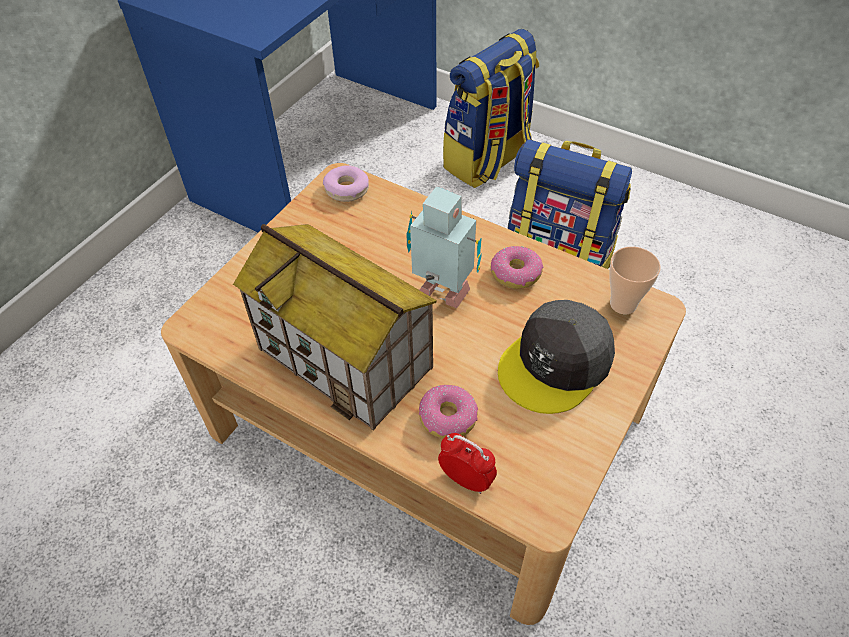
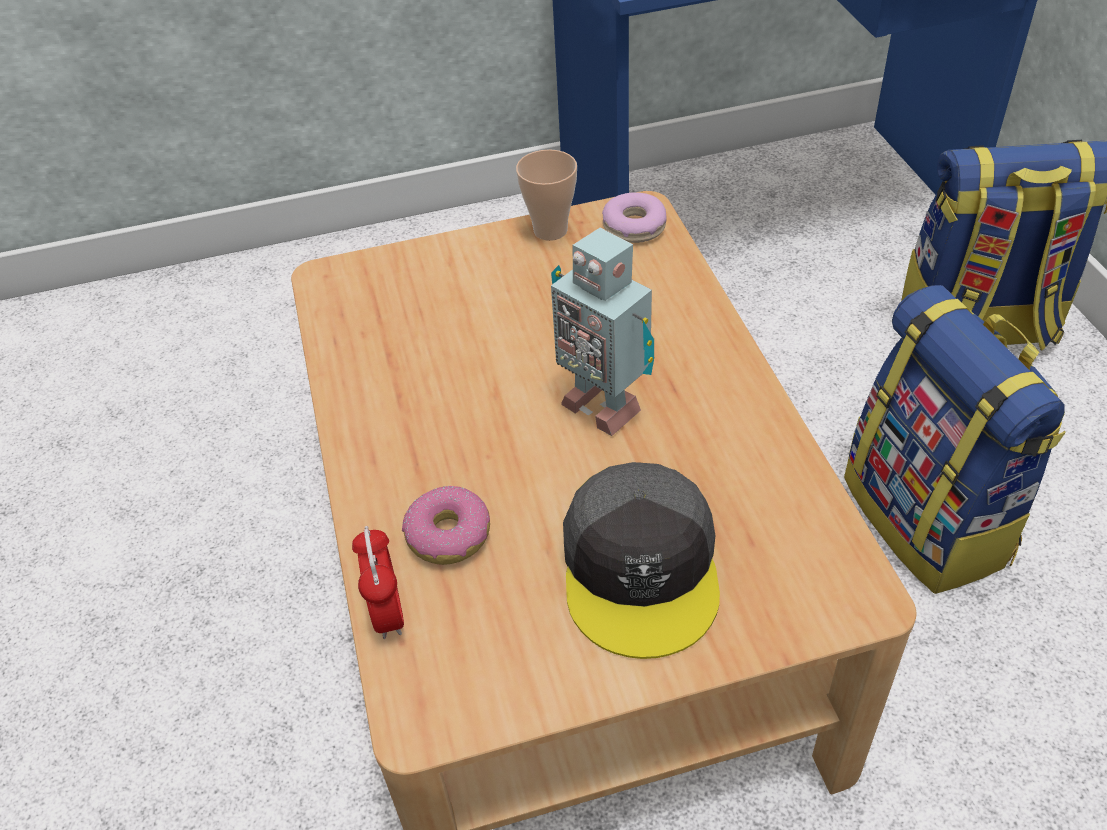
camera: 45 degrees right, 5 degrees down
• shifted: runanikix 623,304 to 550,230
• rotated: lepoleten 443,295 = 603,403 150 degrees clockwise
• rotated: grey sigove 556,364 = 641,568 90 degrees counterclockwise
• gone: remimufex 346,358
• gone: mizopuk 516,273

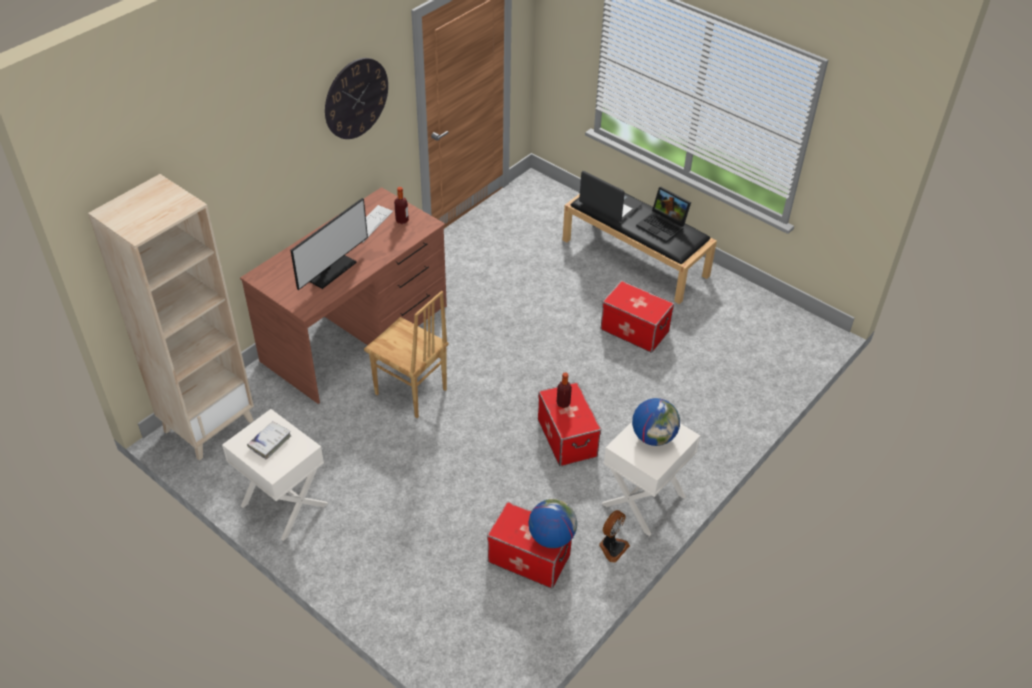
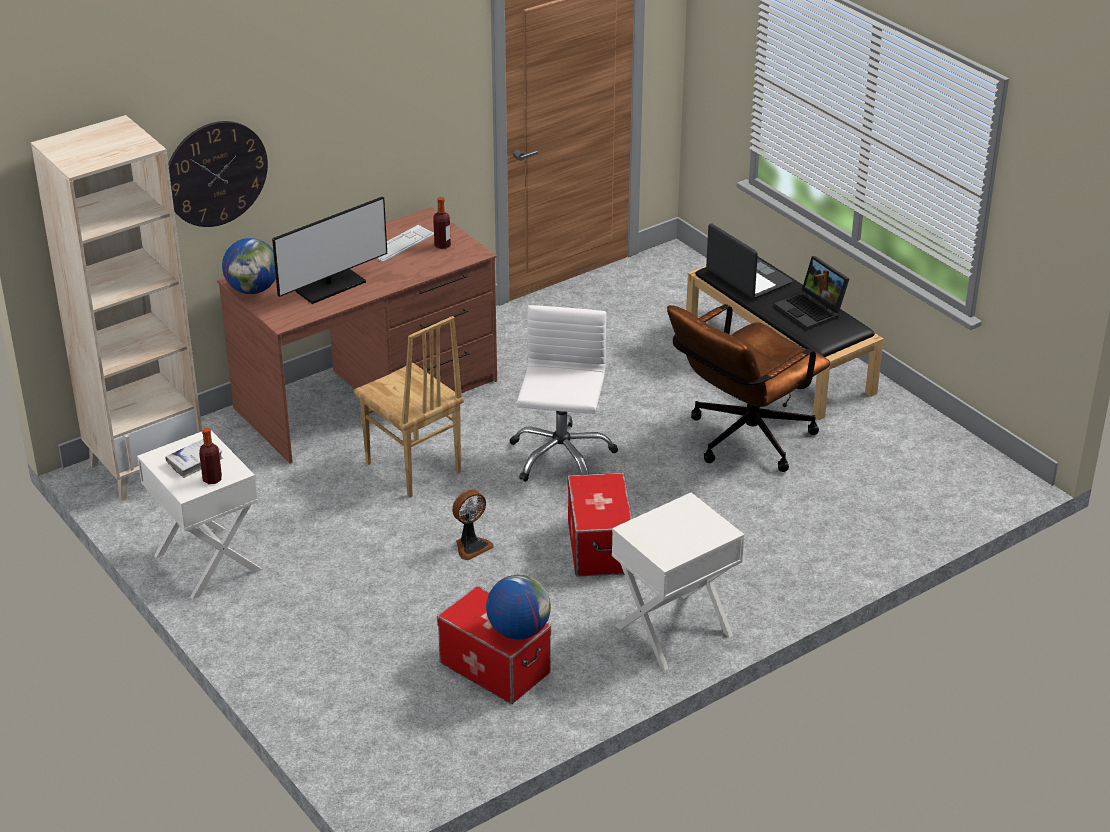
camera: 15 degrees right, 10 degrees down
• shifted: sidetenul 356,98 to 216,173
• shifted: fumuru 563,403 to 212,479
• shifted: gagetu 653,437 to 253,290
• shifted: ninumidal 612,547 to 471,546
• new: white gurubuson 560,456
• swapped: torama 634,330 to brown gurubuson 742,441

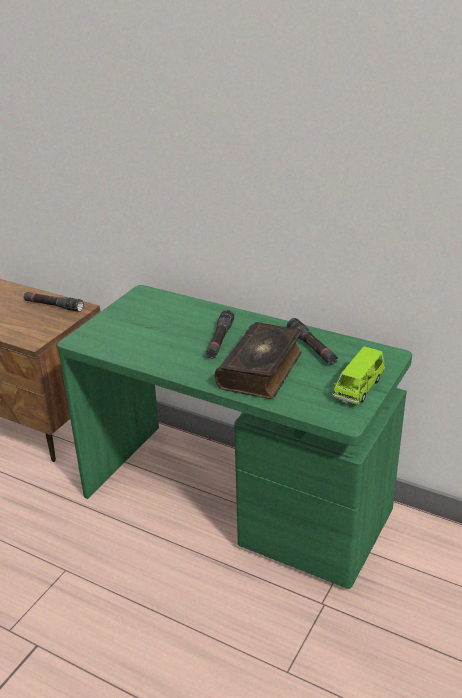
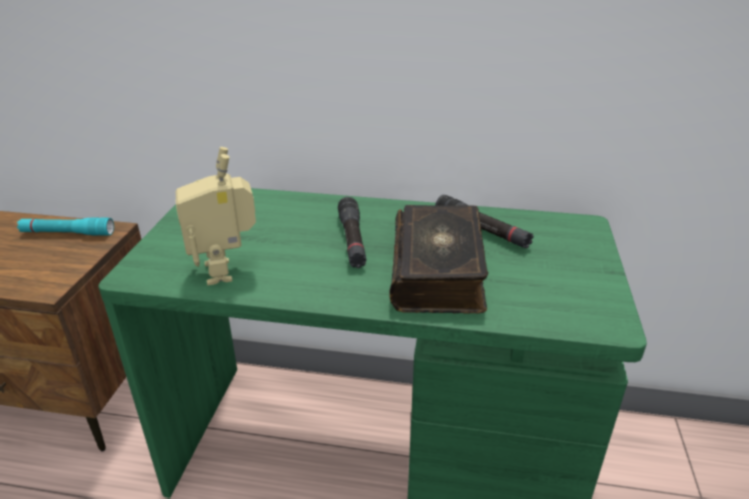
camera: 20 degrees left, 0 degrees up
• repainted: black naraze 53,306 to turquoise naraze 67,233
• new: lepoleten 226,270
• gone: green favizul 358,388

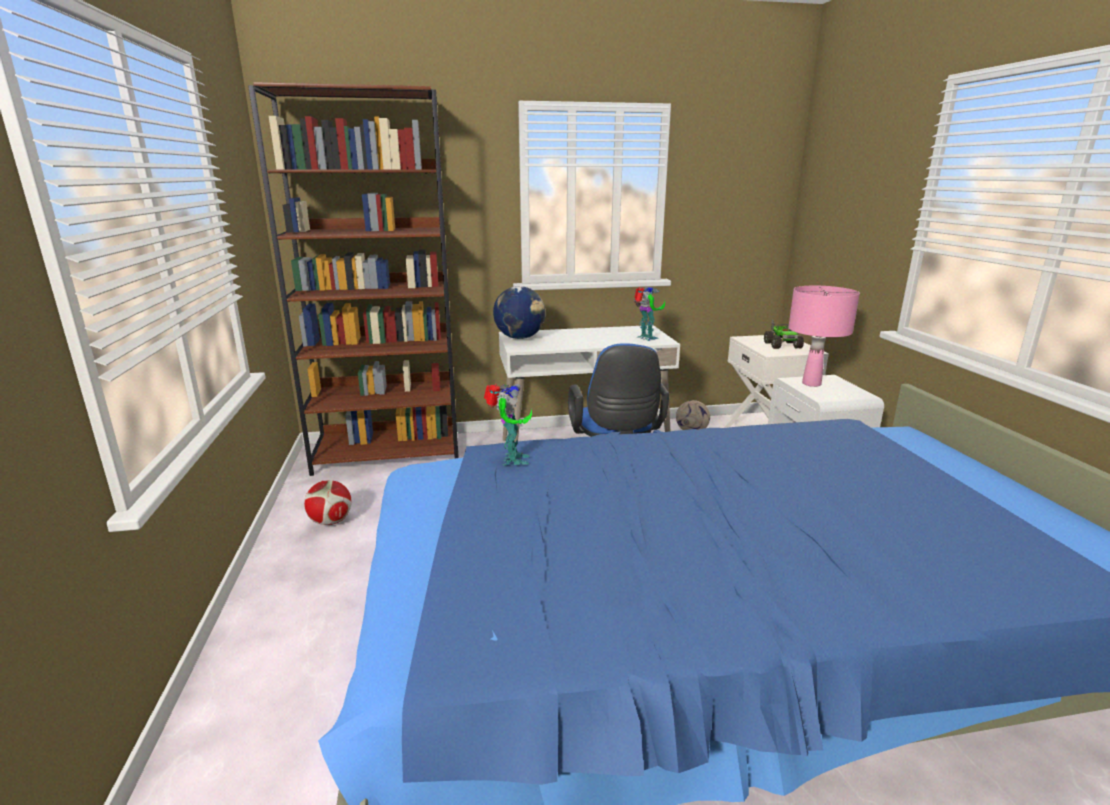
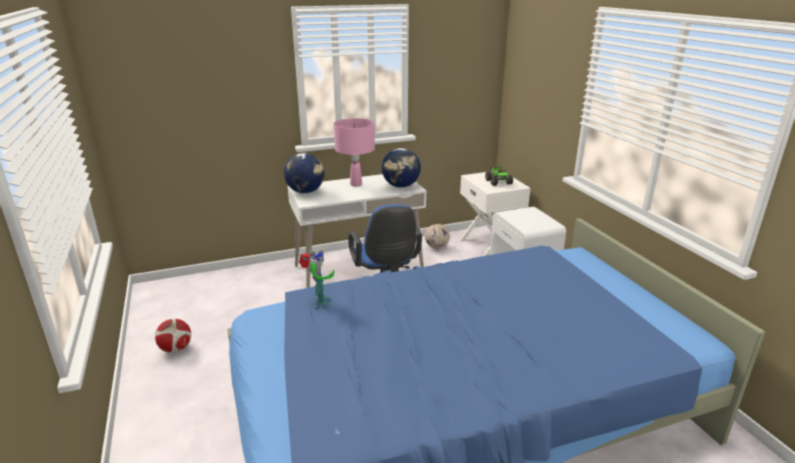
camera: 10 degrees left, 5 degrees up
• shifted: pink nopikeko 811,384 to 356,184
• swapped: lepoleten 646,338 to gagetu 401,186
• gone: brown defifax 389,454

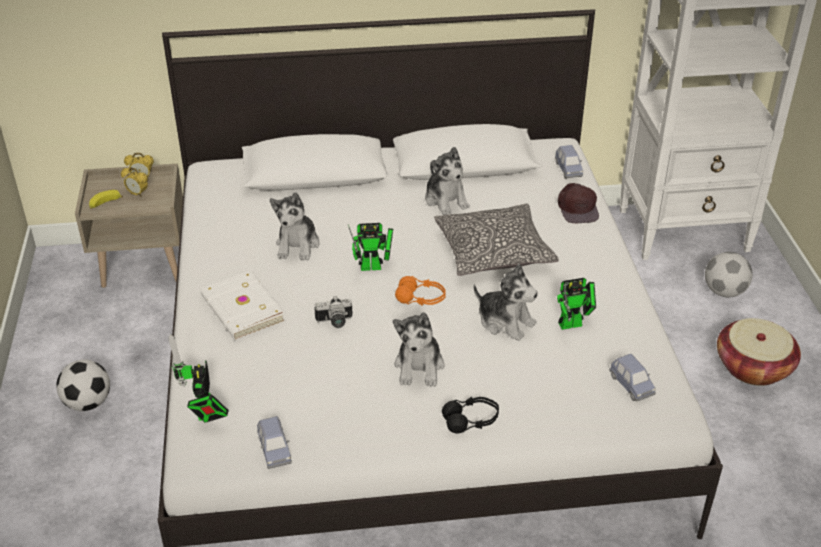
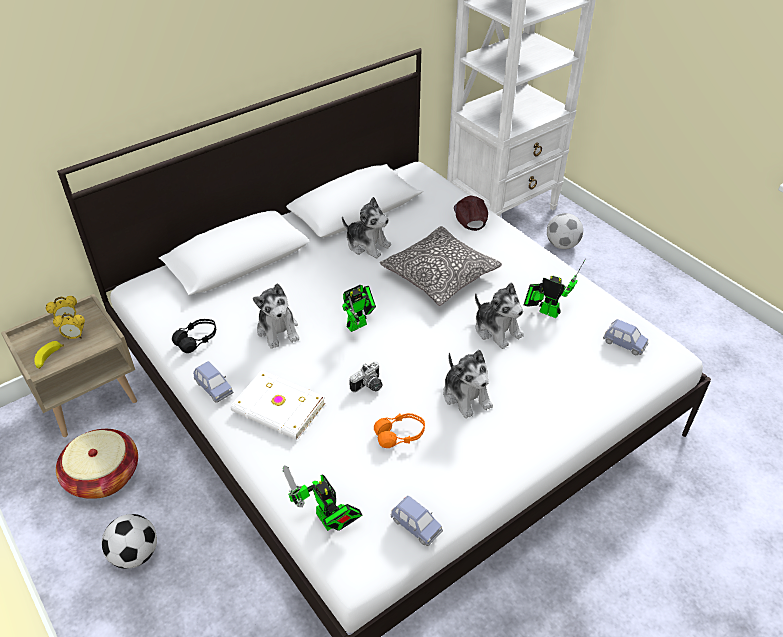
camera: 30 degrees left, 5 degrees up
• shifted: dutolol 753,367 to 103,476
• shifted: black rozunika 471,421 to 197,340
• shifted: blue favizul 568,170 to 214,388
• shifted: orange rozunika 421,299 to 400,435
• rotated: brown sigove 577,208 = 470,216 150 degrees counterclockwise
• rotated: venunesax 505,322 = 497,330 45 degrees clockwise
• rotated: lepoleten 574,324 = 546,311 105 degrees counterclockwise

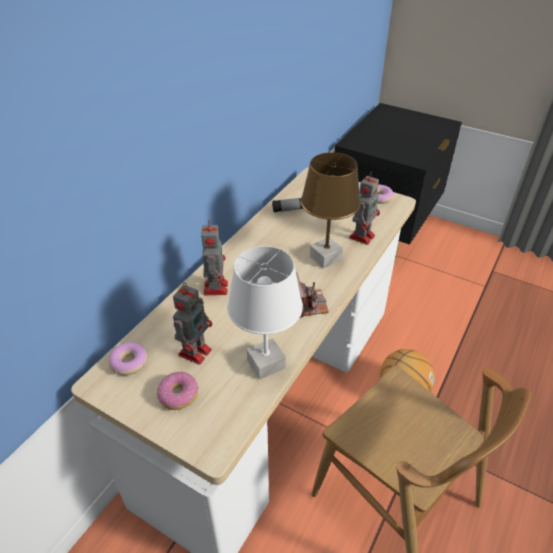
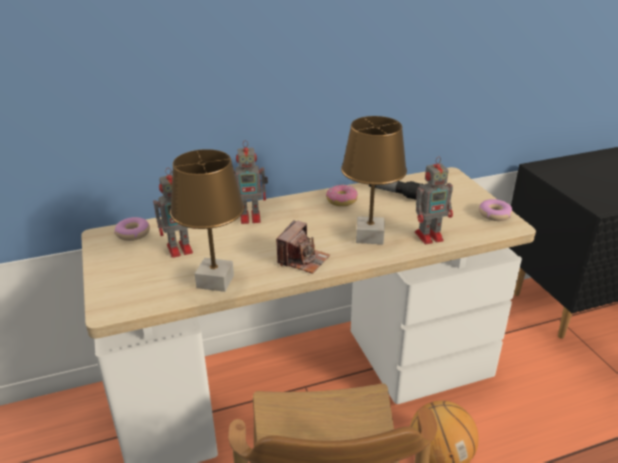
camera: 40 degrees right, 10 degrees down
• repainted: white nopikeko 266,364 to brown nopikeko 214,282
• rotated: lepoleten 215,287 = 251,217 45 degrees clockwise
• shifted: mizopuk 178,395 to 341,200

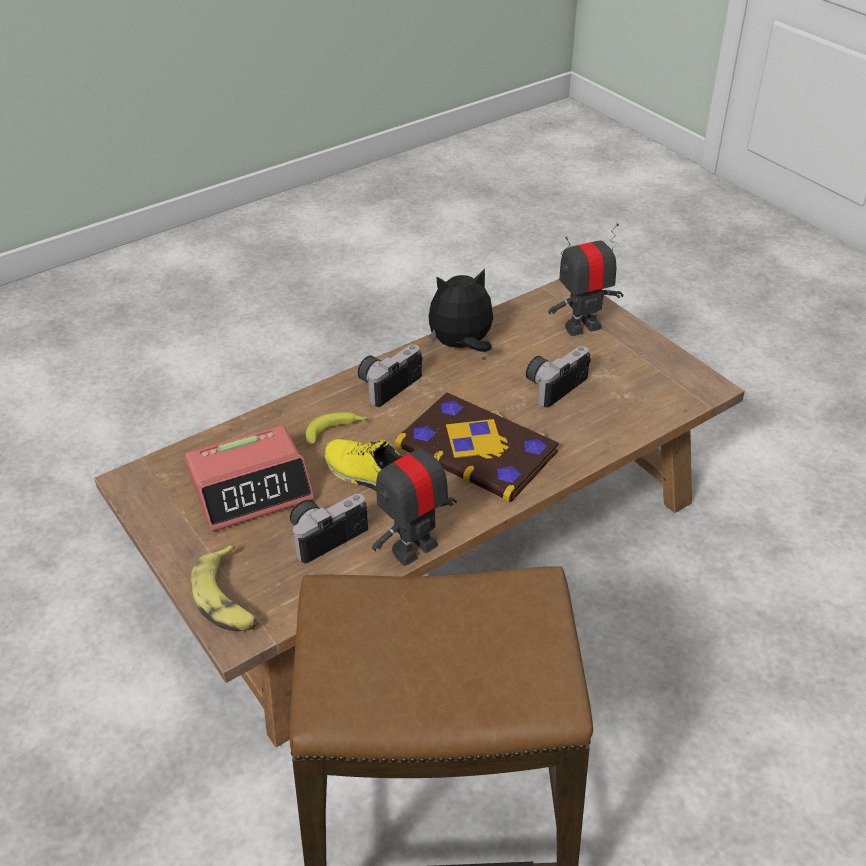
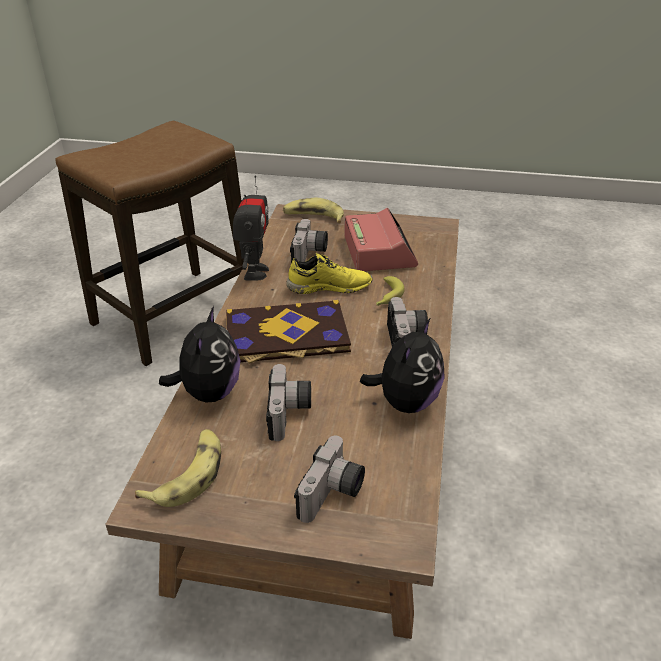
camera: 135 degrees right, 5 degrees down
• new: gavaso 188,474
• new: venunesax 209,392
• swapped: lepoleten 582,327 to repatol 333,495
• rotated: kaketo 252,489 = 379,251 150 degrees clockwise

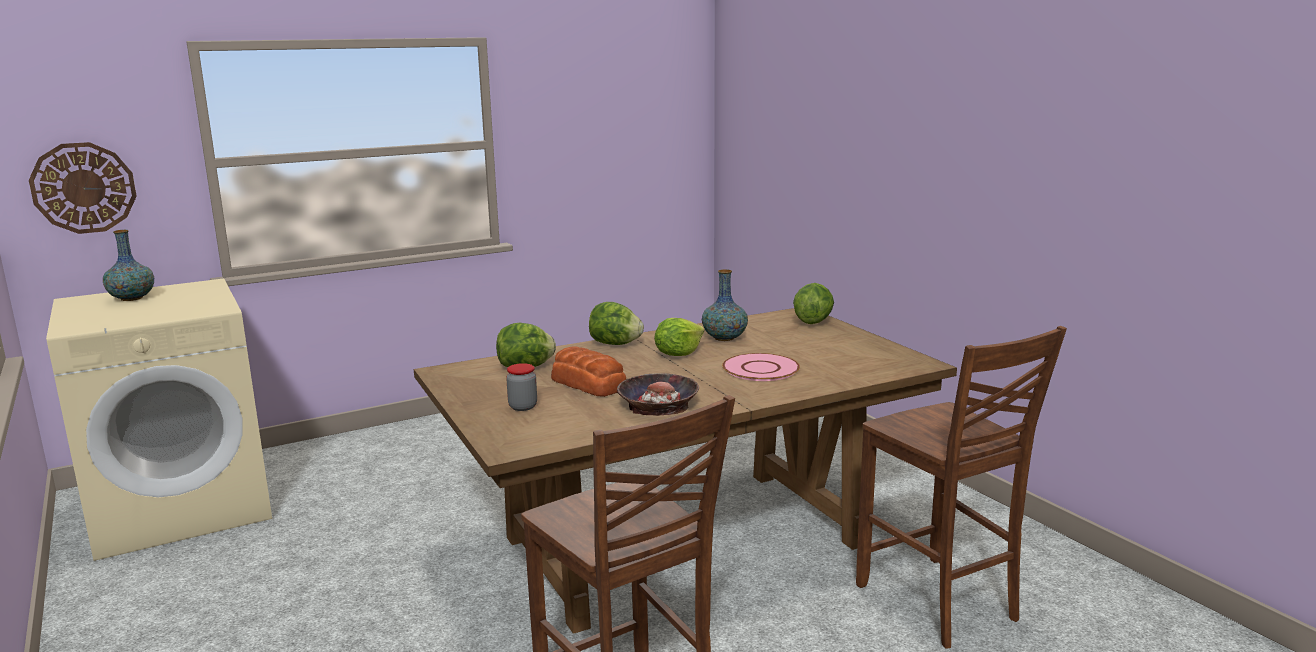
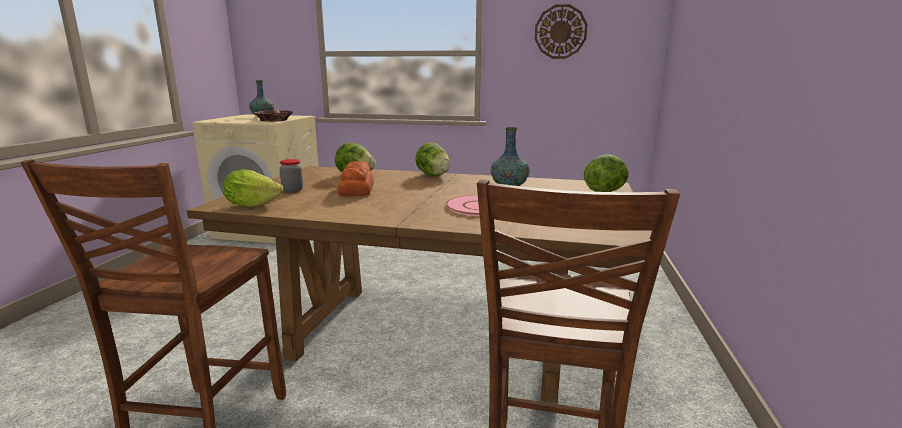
camera: 40 degrees right, 0 degrees up
• shifted: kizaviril 678,354 to 252,205
• shifted: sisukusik 657,405 to 274,120
• shifted: sidetenul 84,188 to 560,32

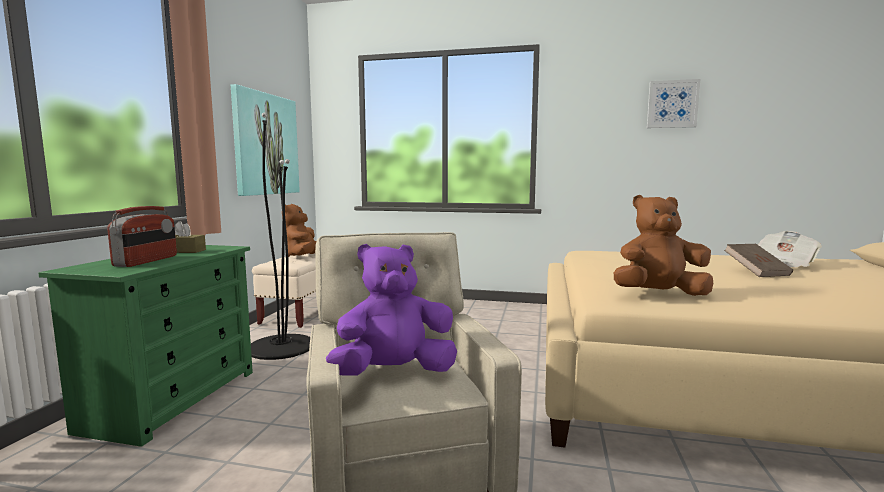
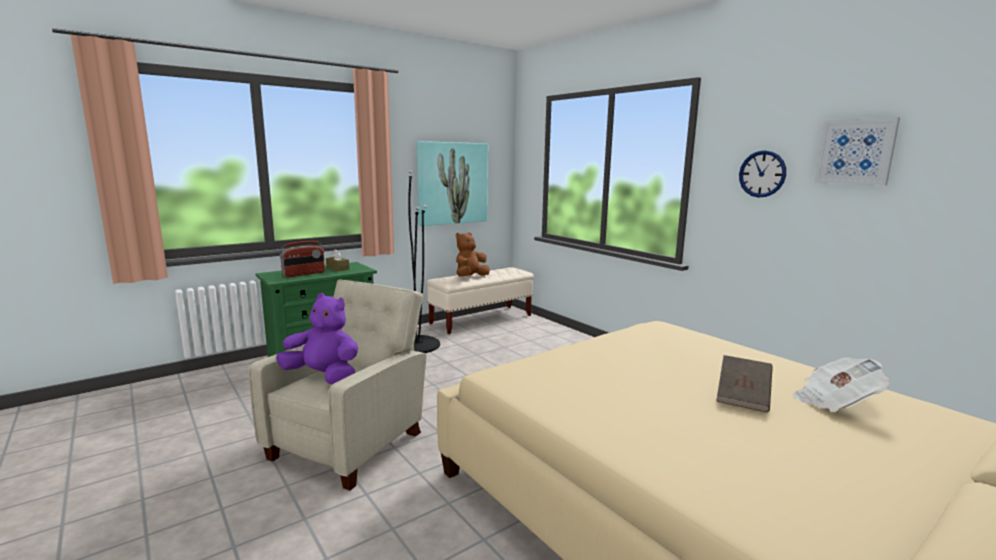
camera: 40 degrees right, 5 degrees up
• new: sidetenul 762,174
• gone: brown venunesax 659,294

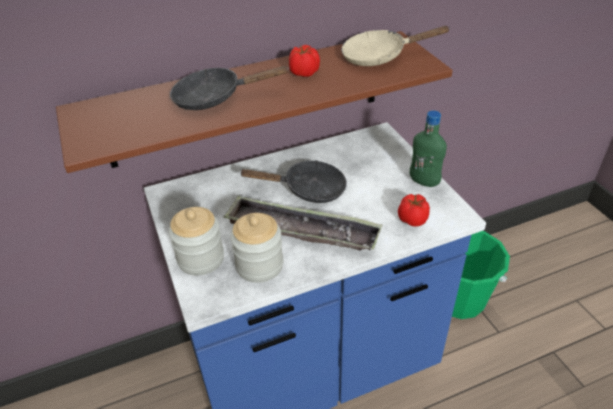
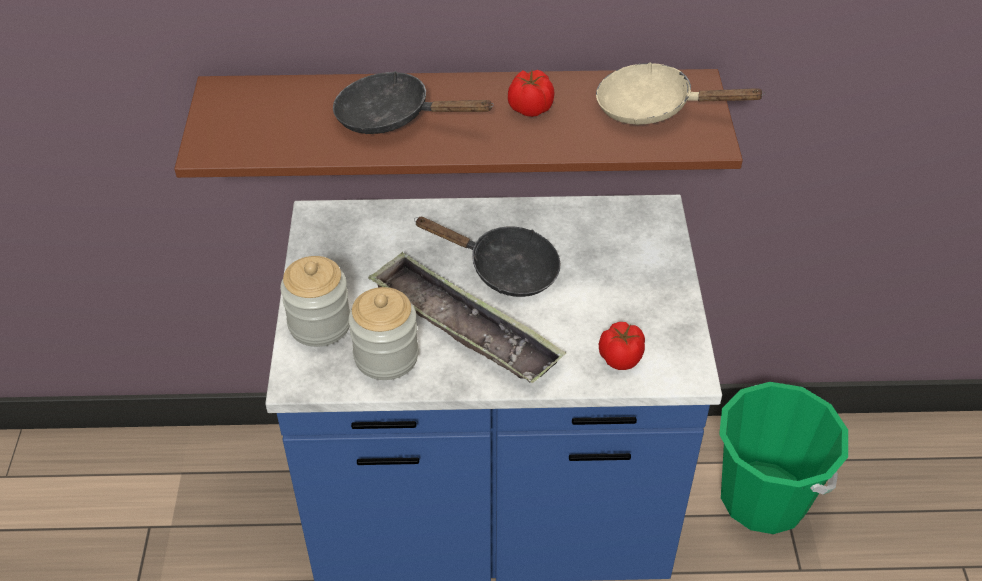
camera: 20 degrees right, 5 degrees up
• gone: green fumuru 424,181

